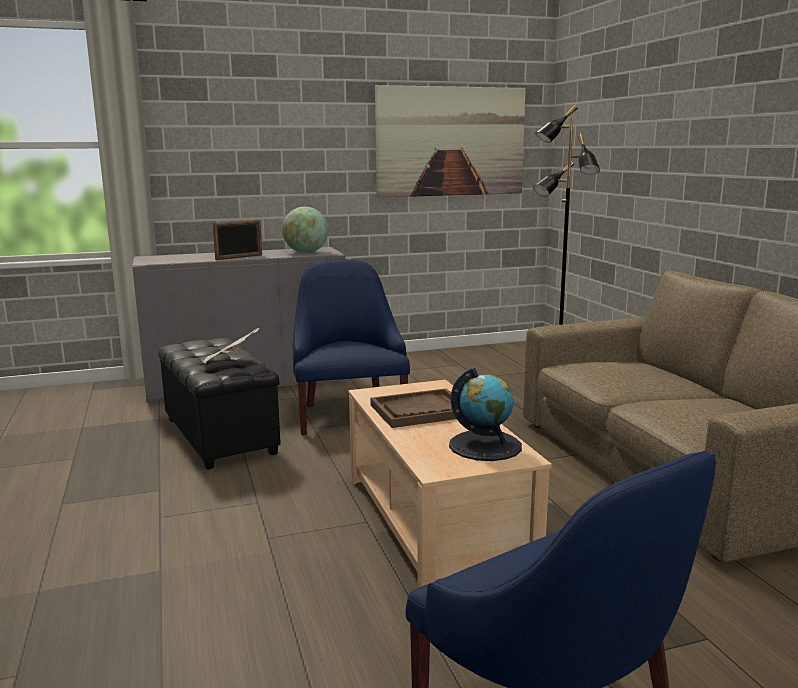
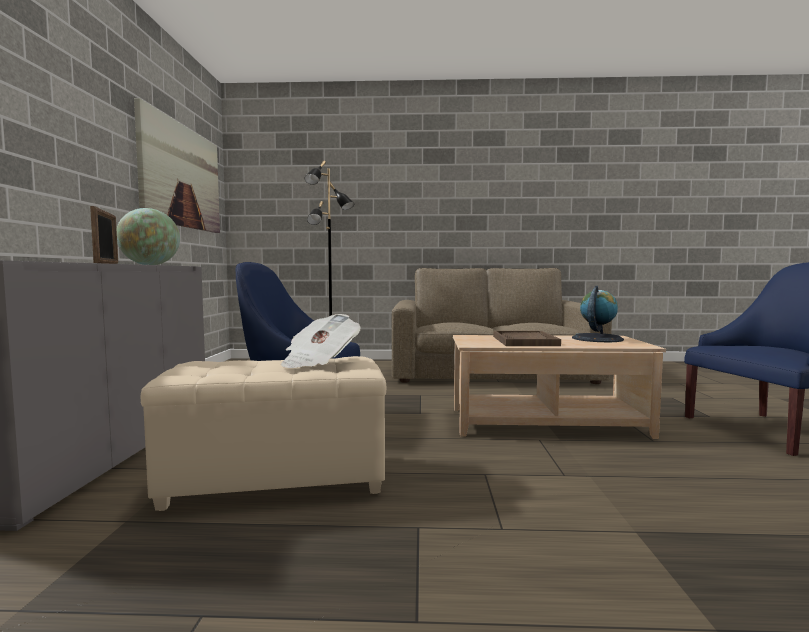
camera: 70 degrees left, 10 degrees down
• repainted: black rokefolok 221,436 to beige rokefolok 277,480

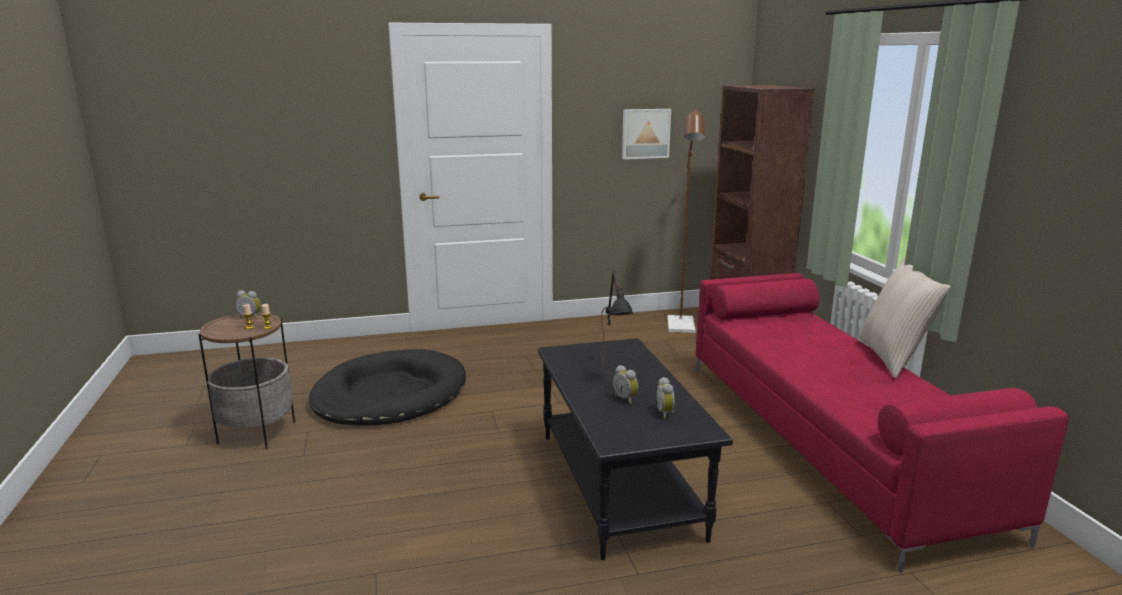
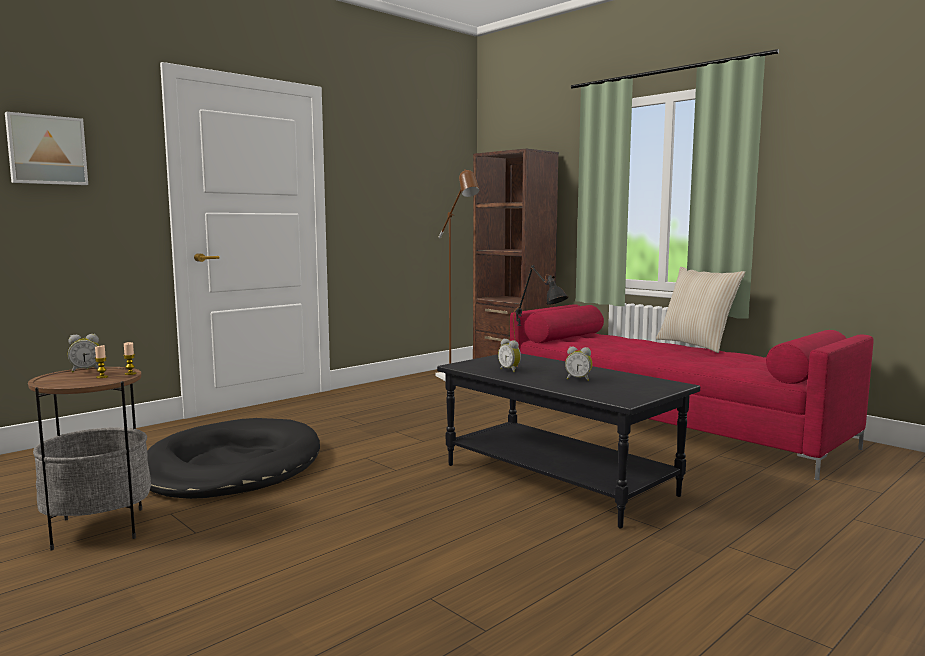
camera: 30 degrees left, 10 degrees down
• shifted: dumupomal 645,133 to 46,150
• shifted: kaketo 666,413 to 510,370

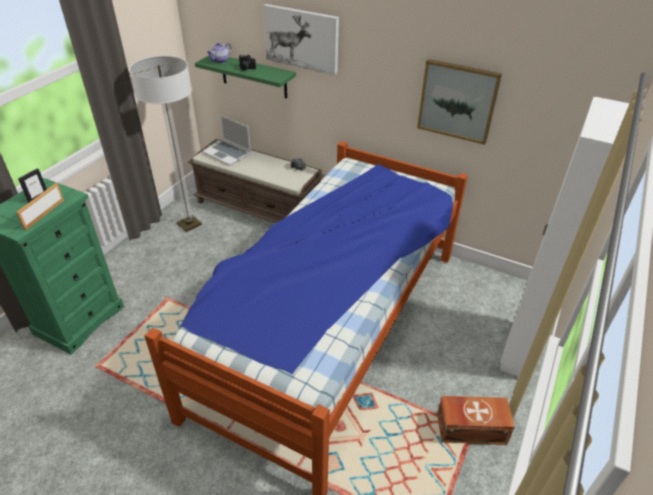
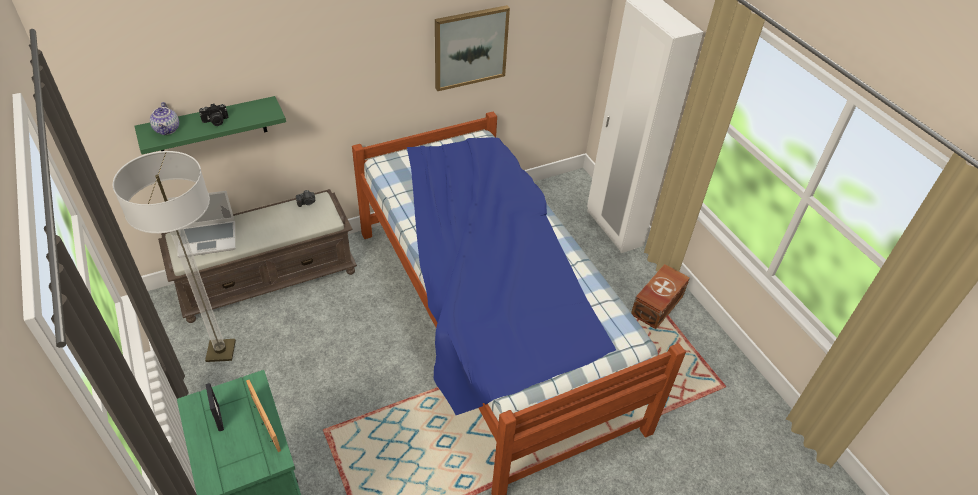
camera: 55 degrees left, 5 degrees up
• gone: dumupomal 302,38

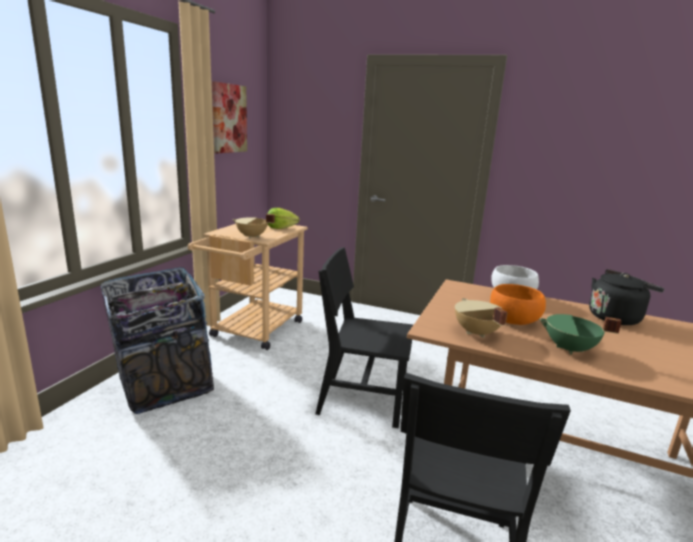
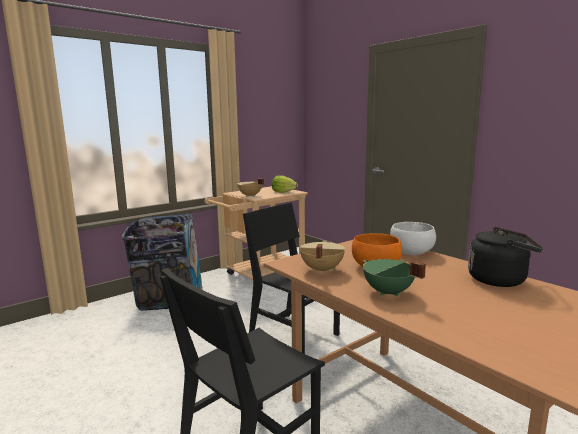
camera: 30 degrees right, 5 degrees down
• gone: dumupomal 229,118

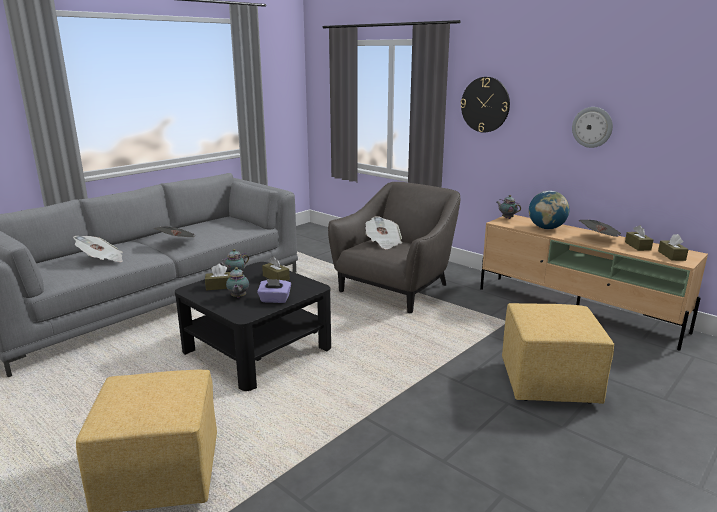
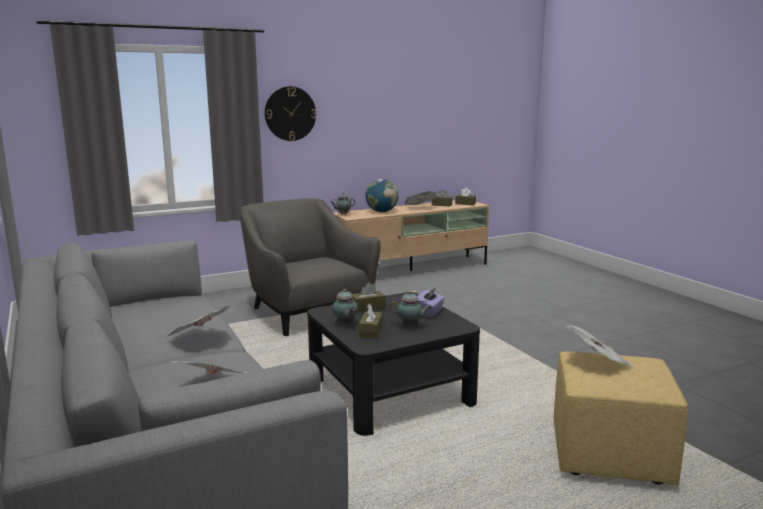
camera: 70 degrees left, 5 degrees down
• shifted: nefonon 383,243 to 598,362
• gone: yellow rokefolok 550,384
• gone: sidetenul 592,127

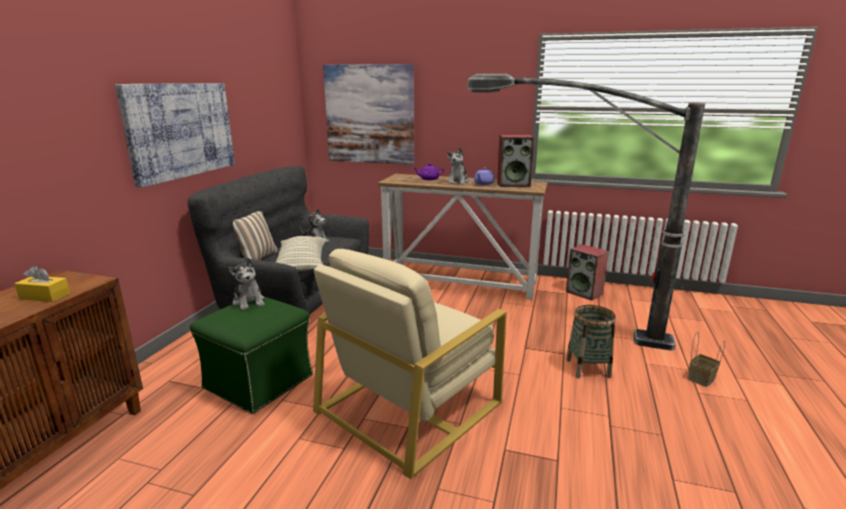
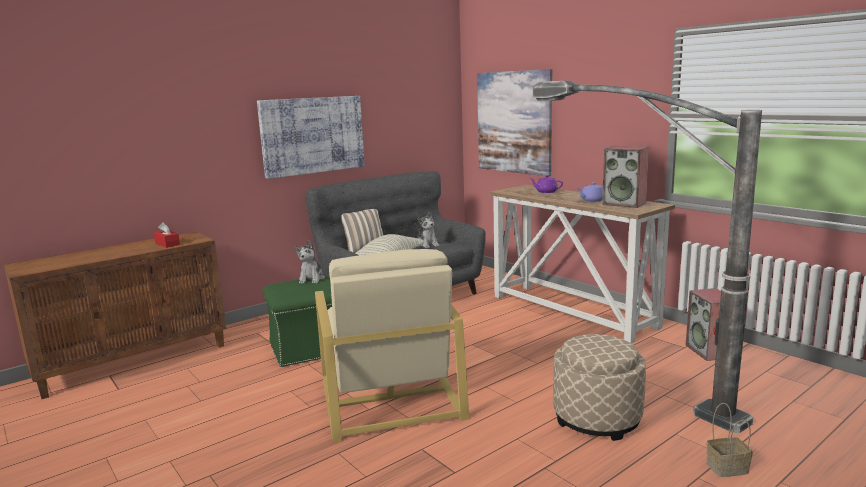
camera: 35 degrees right, 5 degrees down
• repainted: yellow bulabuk 45,296 to red bulabuk 167,244
• rotated: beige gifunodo 410,405 = 390,395 90 degrees counterclockwise
• swapped: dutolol 588,368 to beige rokefolok 597,418
• gone: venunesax 458,182

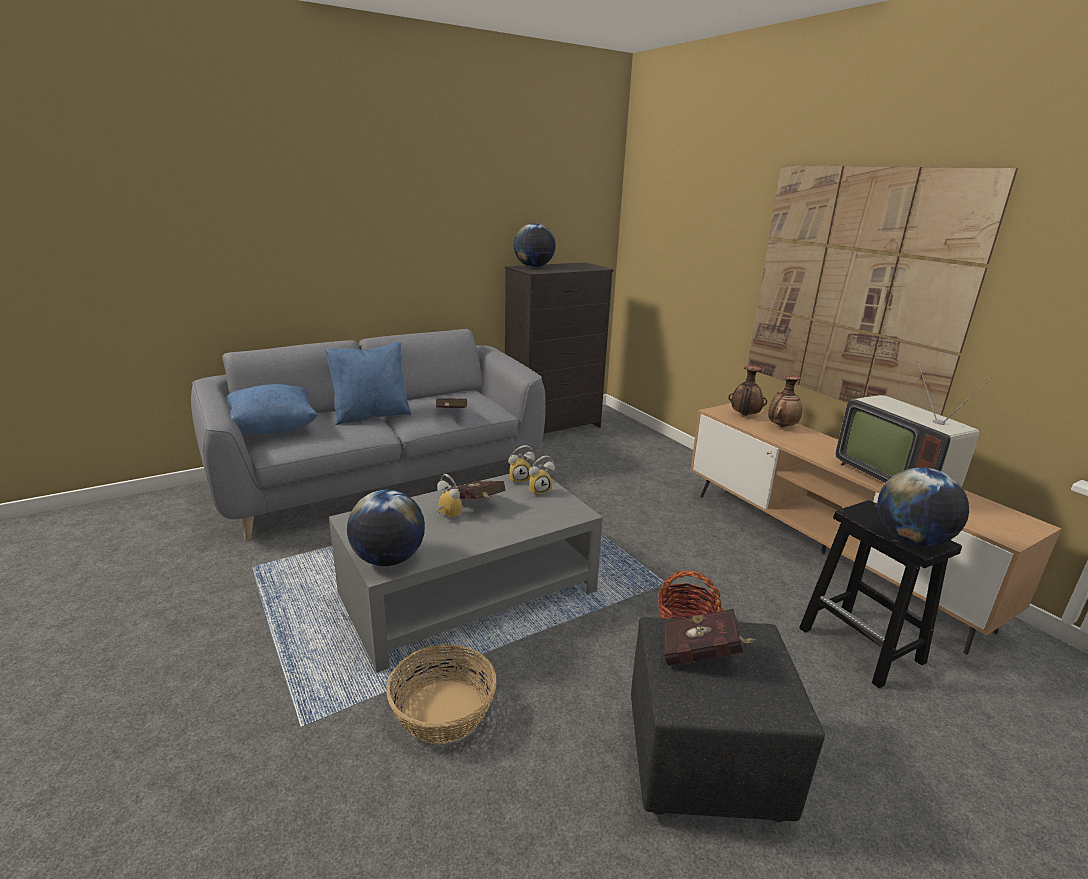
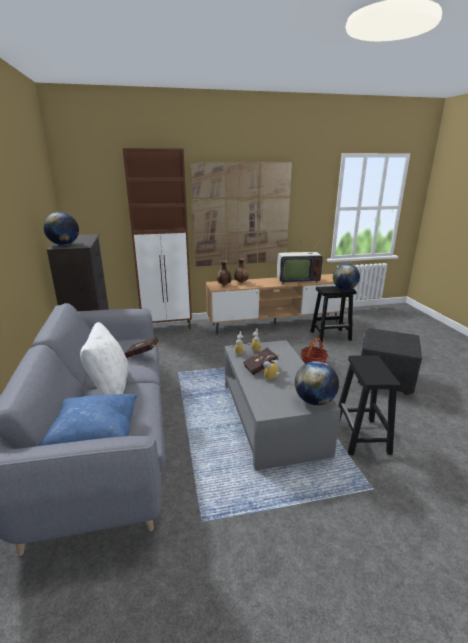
camera: 70 degrees left, 0 degrees up
• repainted: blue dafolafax 371,415 to white dafolafax 110,387
• new: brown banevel 167,327
• swapped: dutolol 443,711 to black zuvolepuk 362,437
• gone: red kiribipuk 702,655

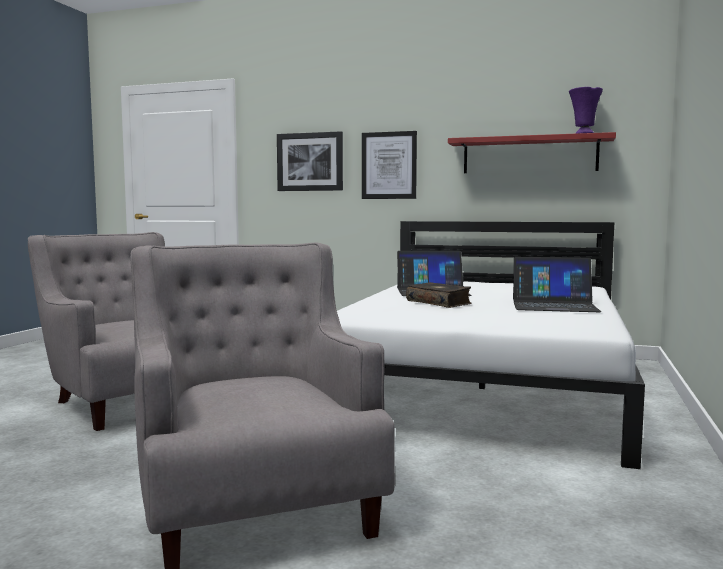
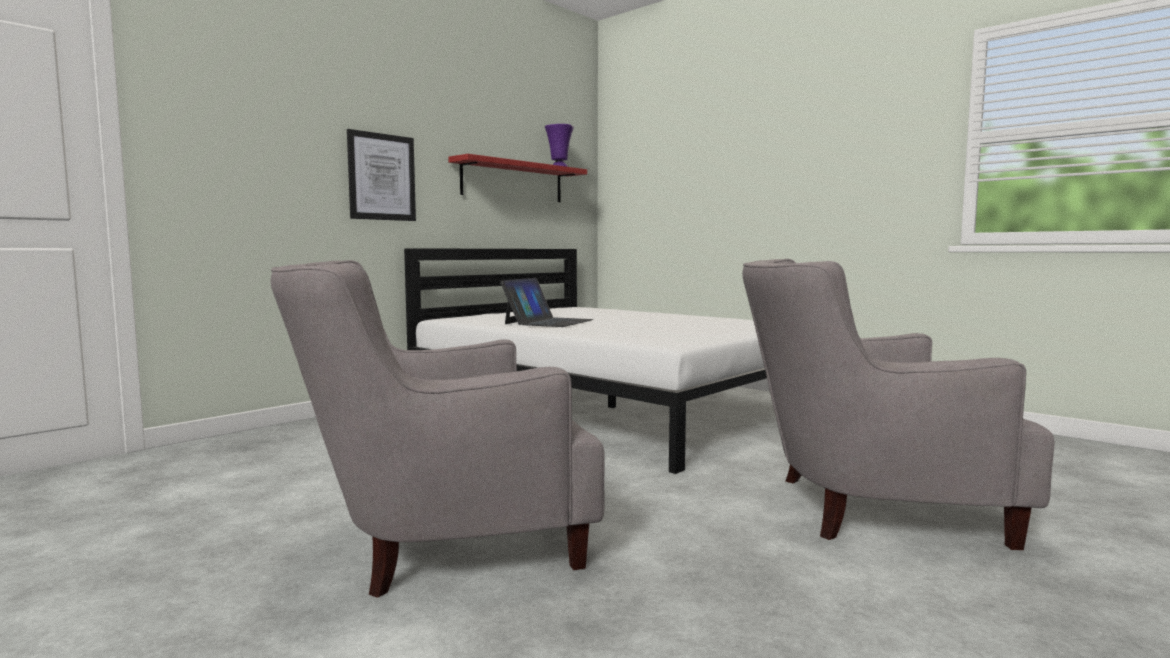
camera: 65 degrees left, 0 degrees up
• gone: dumupomal 310,162
• gone: kiribipuk 439,303
• gone: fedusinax 554,305

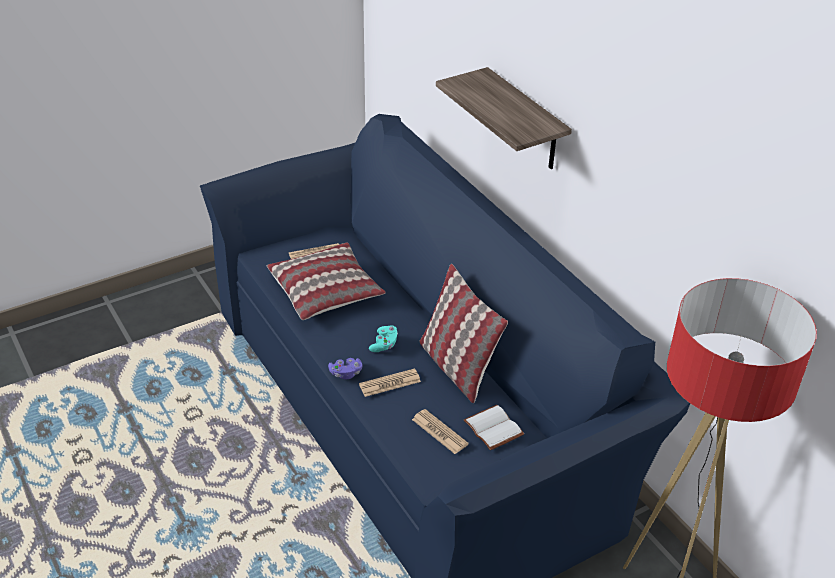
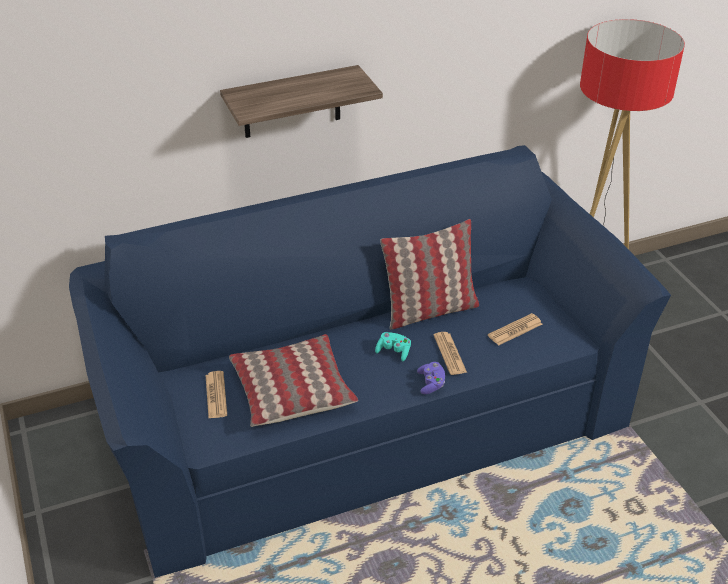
camera: 80 degrees left, 0 degrees up
• gone: white kiribipuk 495,428

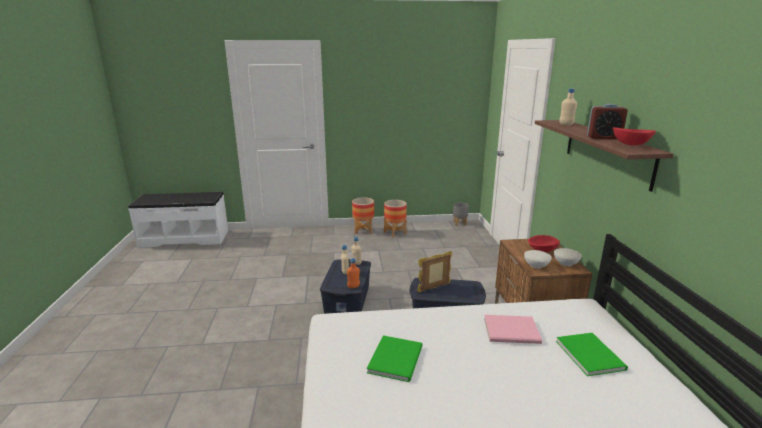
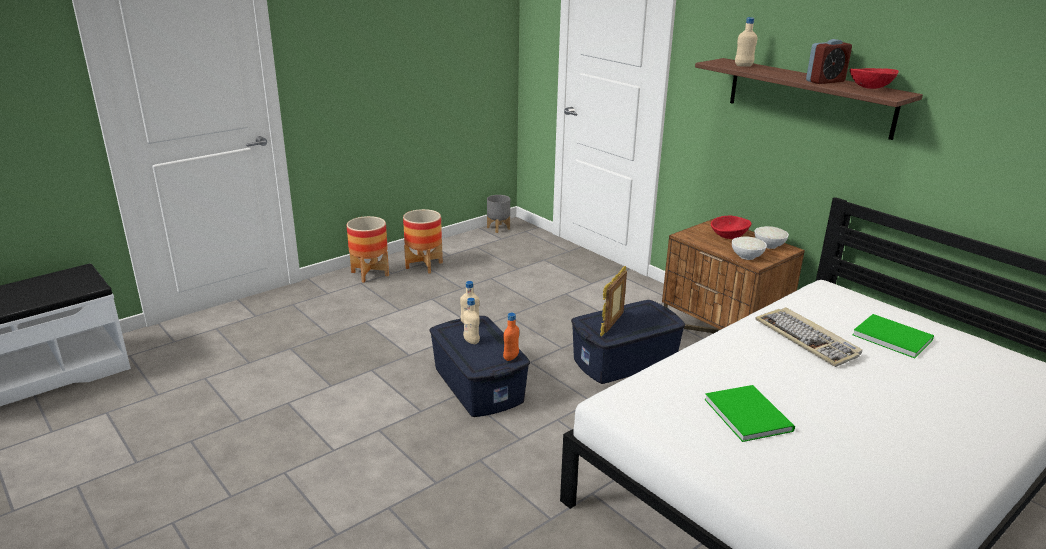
camera: 35 degrees left, 5 degrees up
• swapped: pink kiribipuk 513,332 to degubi 807,339

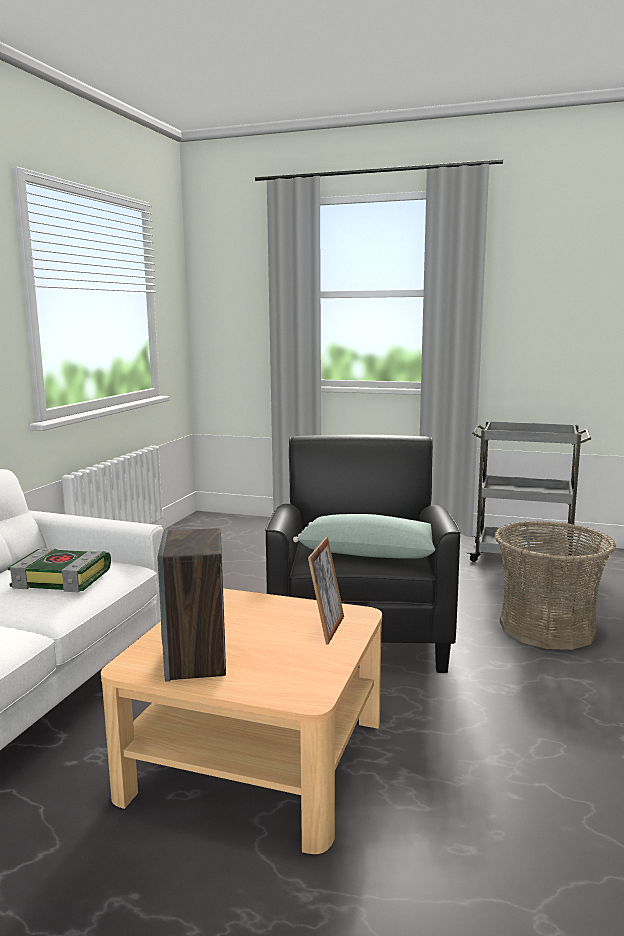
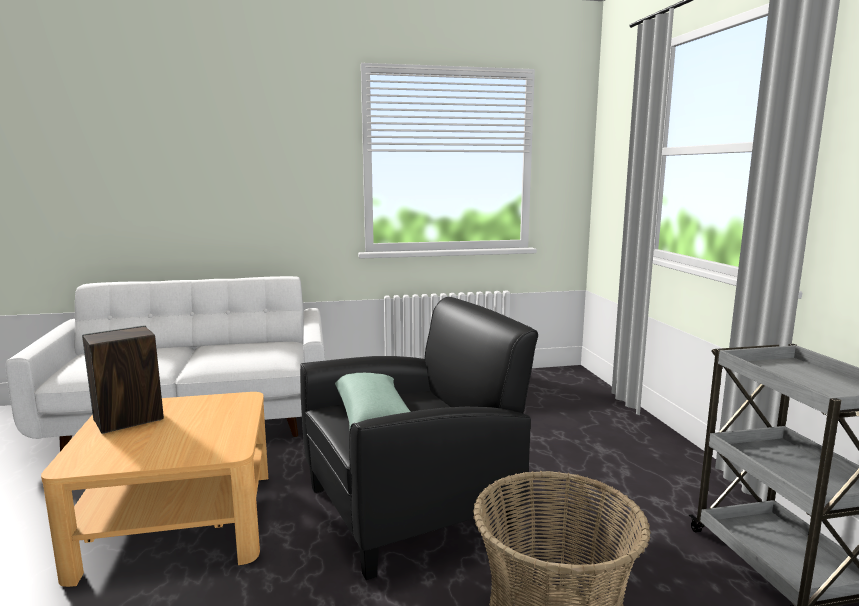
camera: 60 degrees right, 0 degrees up
• gone: kiribipuk 64,579
• gone: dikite 327,629

